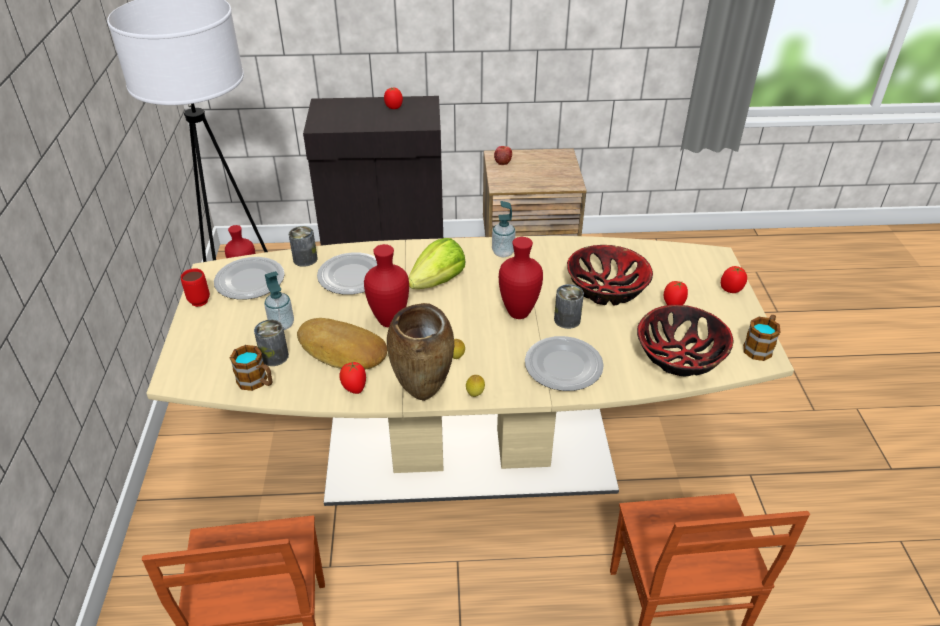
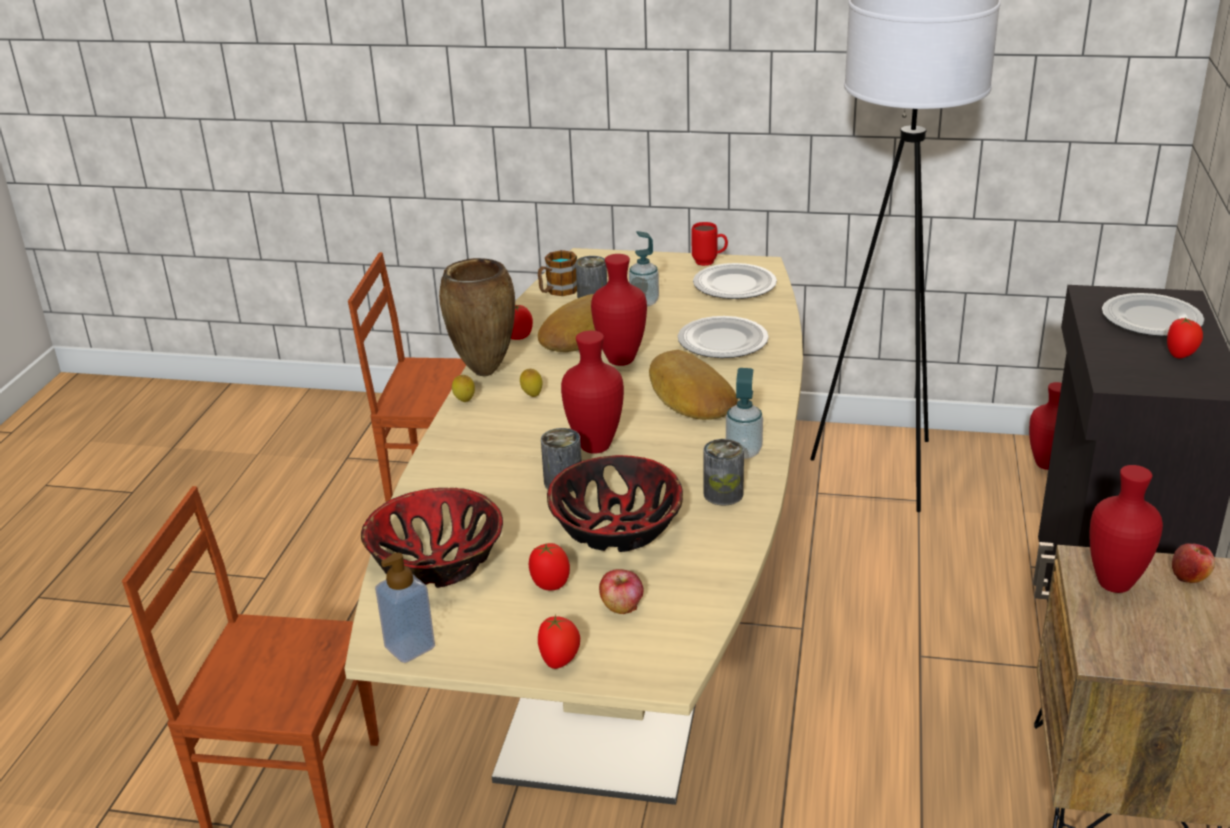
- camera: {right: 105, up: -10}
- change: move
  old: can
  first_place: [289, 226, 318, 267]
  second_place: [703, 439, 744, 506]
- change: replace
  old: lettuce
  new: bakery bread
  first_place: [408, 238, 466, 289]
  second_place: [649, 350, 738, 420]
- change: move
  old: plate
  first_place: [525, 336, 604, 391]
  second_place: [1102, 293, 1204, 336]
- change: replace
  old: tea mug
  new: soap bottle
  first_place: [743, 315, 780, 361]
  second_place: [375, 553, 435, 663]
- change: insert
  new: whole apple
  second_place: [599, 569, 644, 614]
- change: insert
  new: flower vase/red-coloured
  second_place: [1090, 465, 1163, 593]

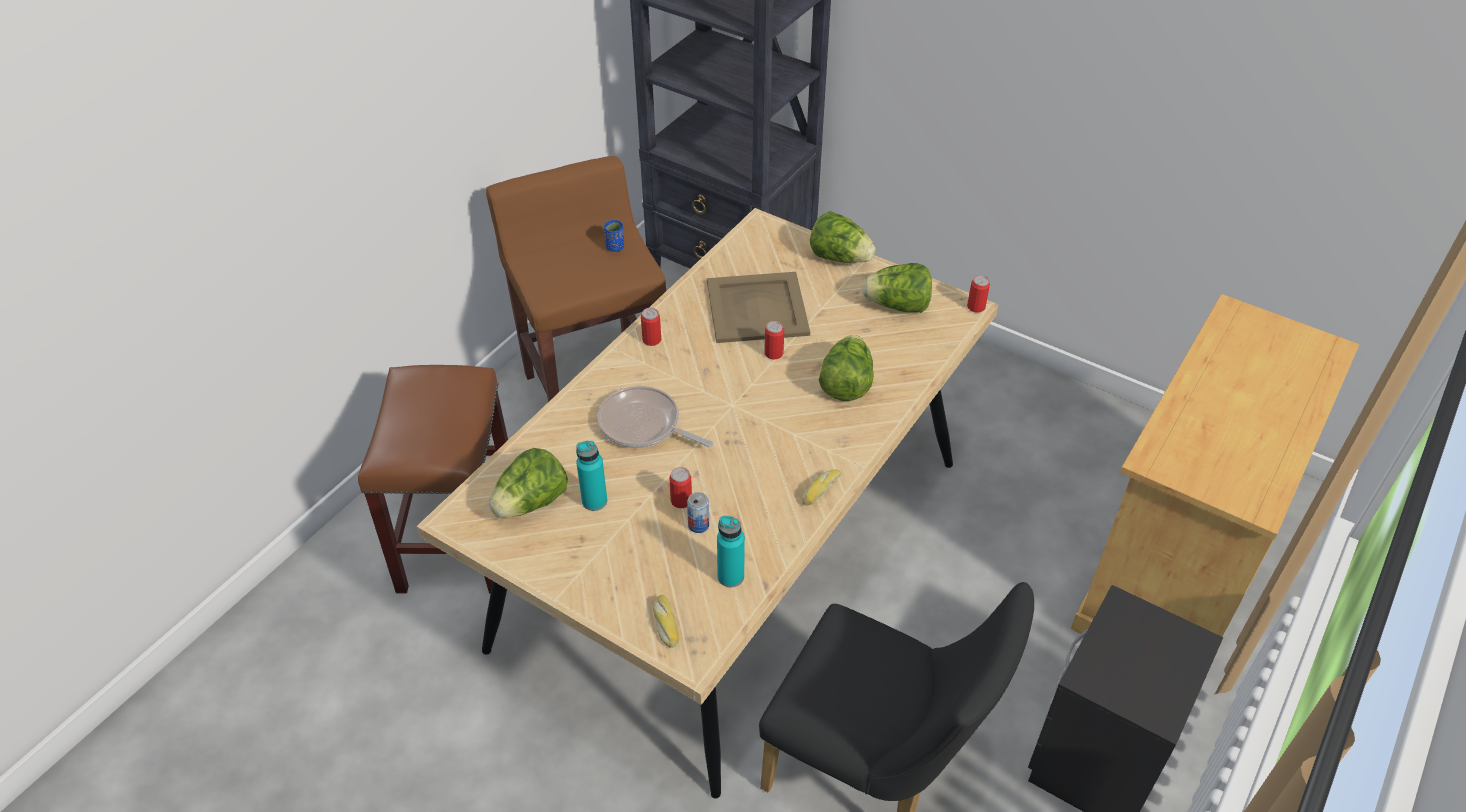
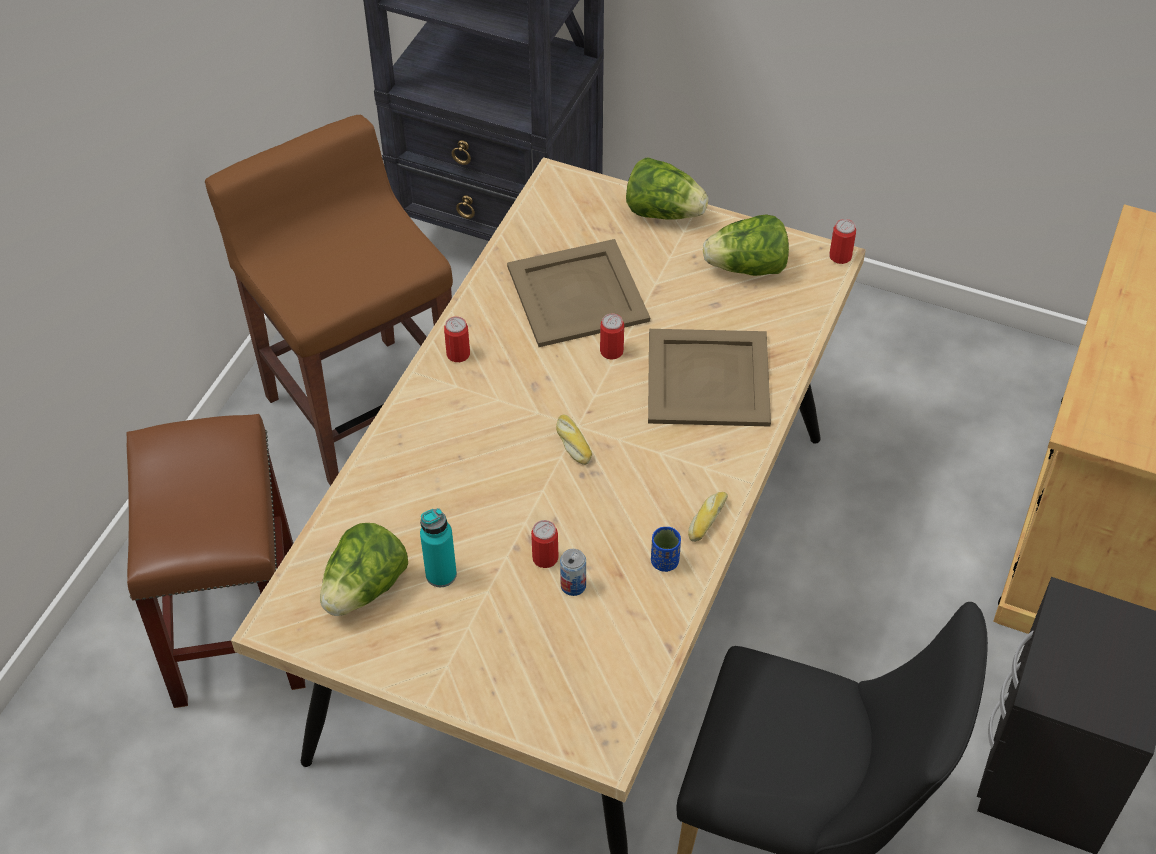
- camera: {right: -10, up: 5}
- change: delete
  old: skillet
  first_place: [598, 386, 713, 448]
- change: move
  old: drinking cup/bluish
  first_place: [604, 220, 624, 252]
  second_place: [651, 527, 681, 572]
- change: move
  old: bakery bread
  first_place: [653, 595, 680, 648]
  second_place: [556, 415, 592, 465]
- change: delete
  old: drink bottle/turquoise
  first_place: [717, 516, 745, 587]
- change: replace
  old: lettuce
  new: carrying tray/beige-coloured
  first_place: [819, 335, 874, 401]
  second_place: [648, 329, 771, 427]

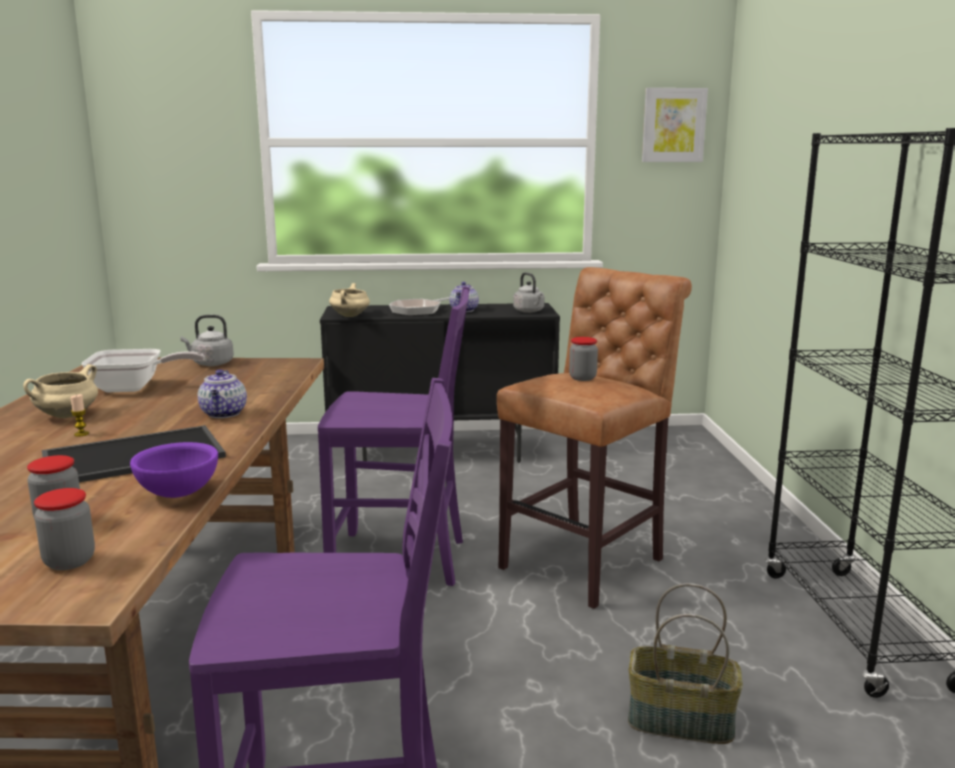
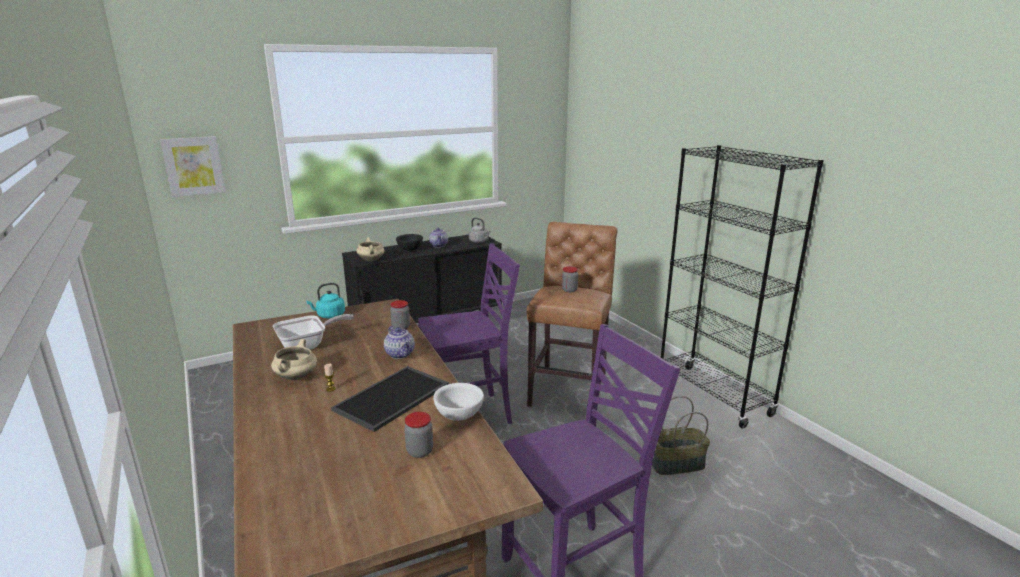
- camera: {right: -25, up: 5}
- change: move
  old: preserve jar
  first_place: [34, 488, 95, 570]
  second_place: [390, 300, 410, 329]
- change: recolor
  old: bowl/purple
  new: bowl/white-coloured
  first_place: [130, 442, 218, 498]
  second_place: [433, 383, 484, 421]
- change: recolor
  old: tea kettle/greyish
  new: tea kettle/turquoise
  first_place: [180, 315, 234, 366]
  second_place: [306, 283, 345, 318]
- change: replace
  old: skillet
  new: bowl/black
  first_place: [389, 297, 450, 316]
  second_place: [396, 234, 423, 251]
- change: move
  old: picture
  first_place: [642, 88, 708, 162]
  second_place: [160, 136, 226, 197]

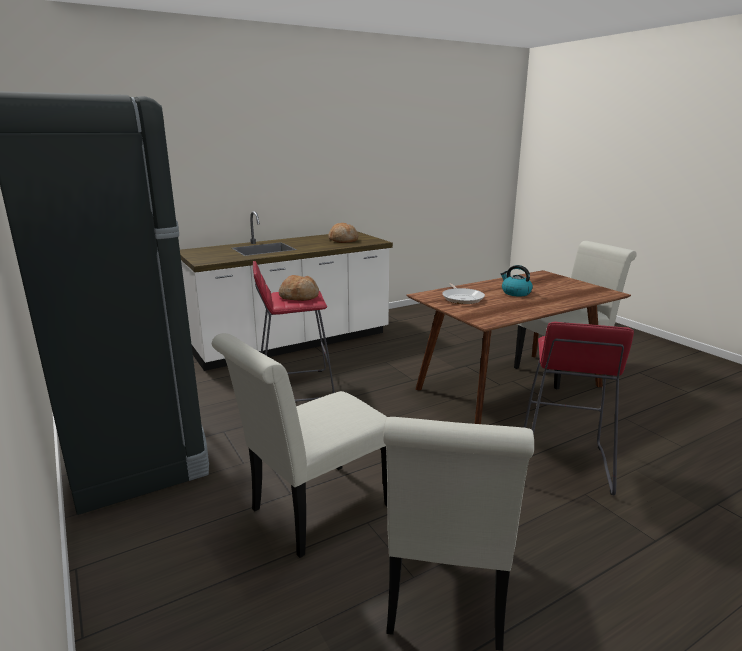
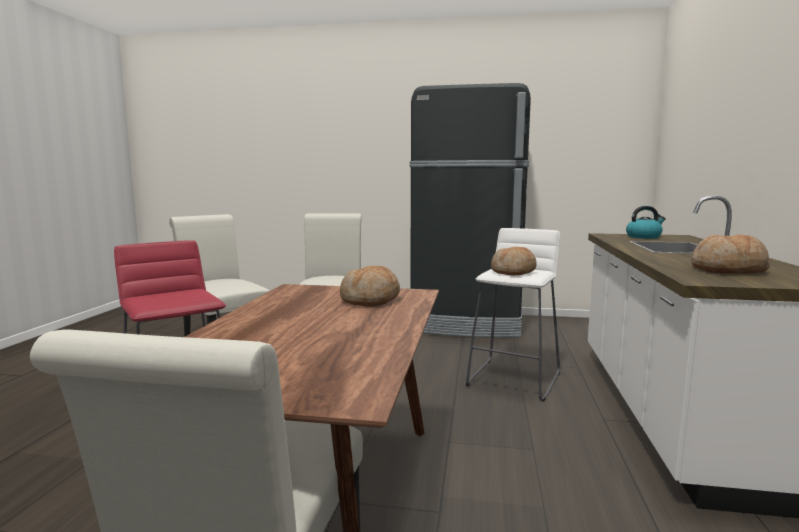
- camera: {right: 130, up: -10}
- change: recolor
  old: stool/red-coloured
  new: stool/white-coloured
  first_place: [253, 261, 335, 402]
  second_place: [466, 228, 560, 401]
- change: replace
  old: skillet
  new: bakery bread
  first_place: [442, 283, 485, 304]
  second_place: [340, 266, 400, 306]
- change: move
  old: tea kettle
  first_place: [501, 265, 533, 297]
  second_place: [626, 206, 666, 239]

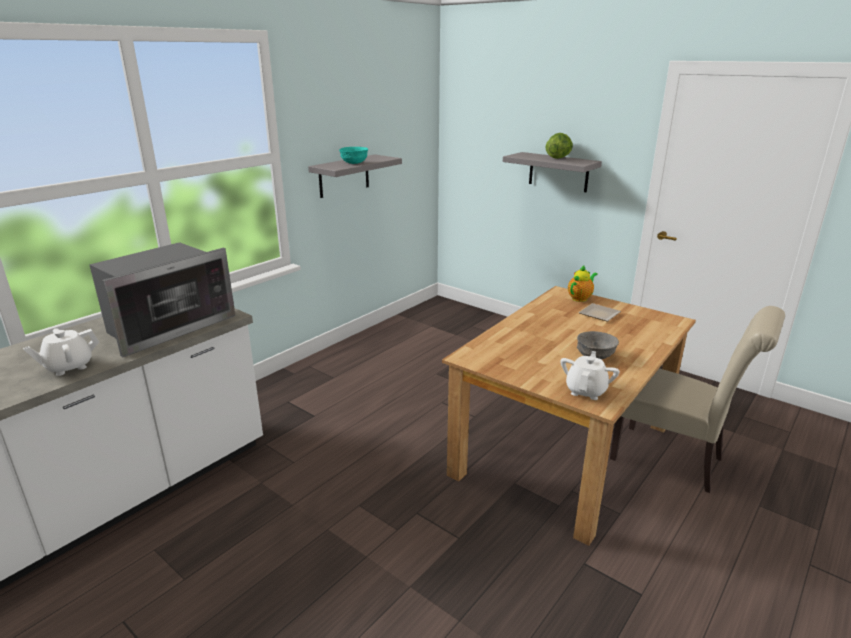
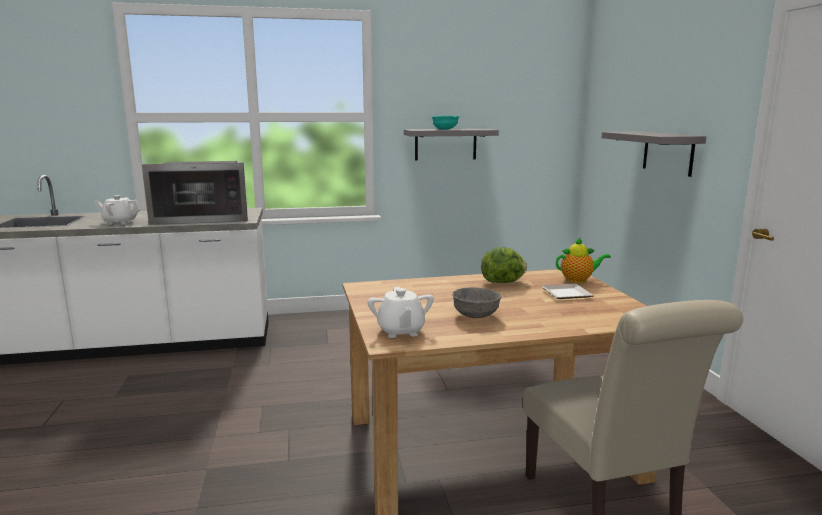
- camera: {right: 40, up: -10}
- change: move
  old: lettuce
  first_place: [545, 133, 573, 159]
  second_place: [481, 247, 527, 283]
- change: rotate
  old: pot for tea/white-coloured
  first_place: [560, 351, 620, 400]
  second_place: [367, 287, 434, 338]
  degrees: 105

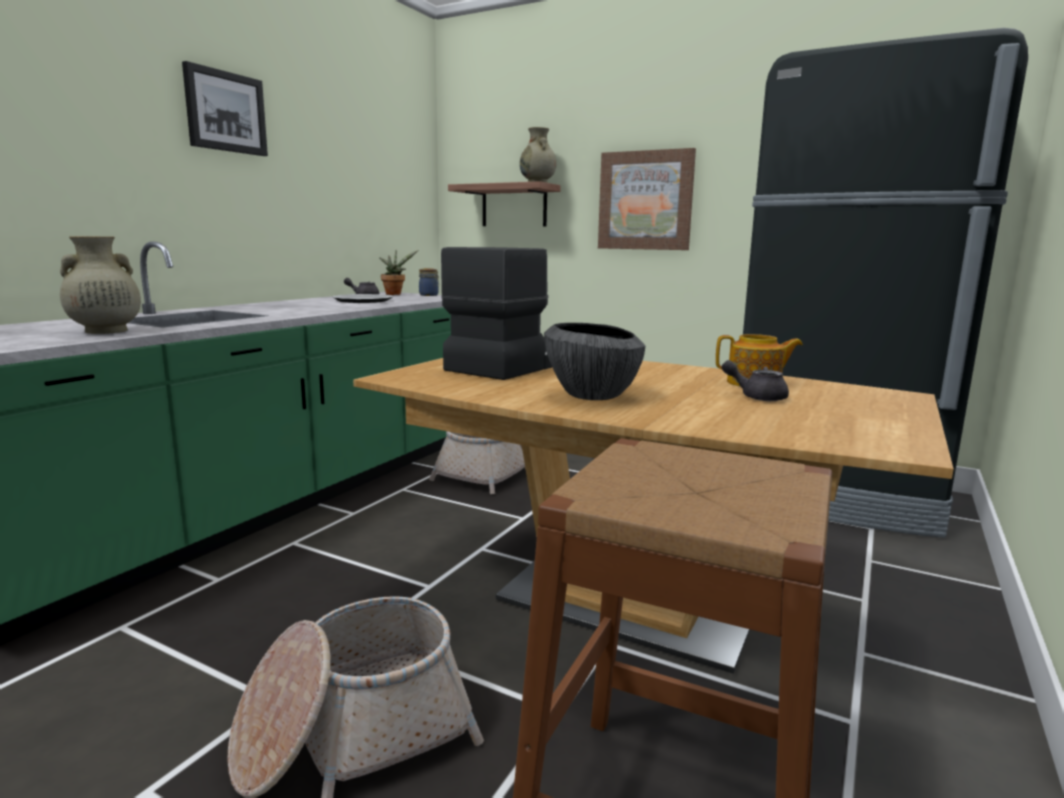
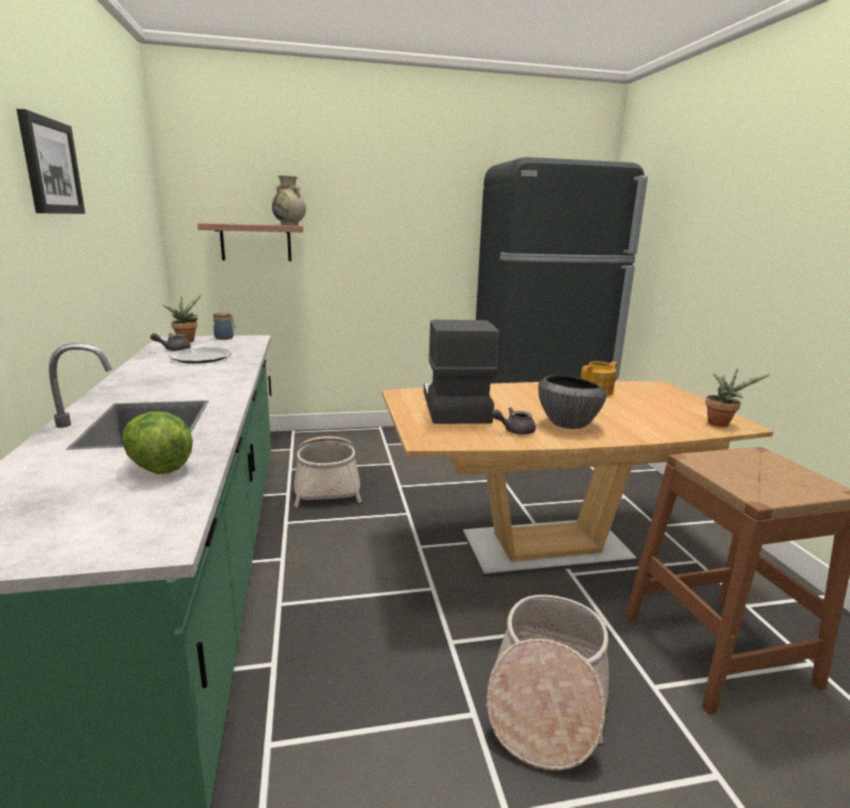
- camera: {right: -40, up: 5}
- change: replace
  old: flower vase/beige-coloured
  new: lettuce
  first_place: [60, 236, 141, 334]
  second_place: [123, 412, 193, 474]
- change: delete
  old: picture
  first_place: [598, 148, 696, 250]
- change: move
  old: pot for tea/greyish
  first_place: [722, 360, 789, 401]
  second_place: [492, 407, 536, 435]
- change: insert
  new: potted plant
  second_place: [705, 368, 771, 427]

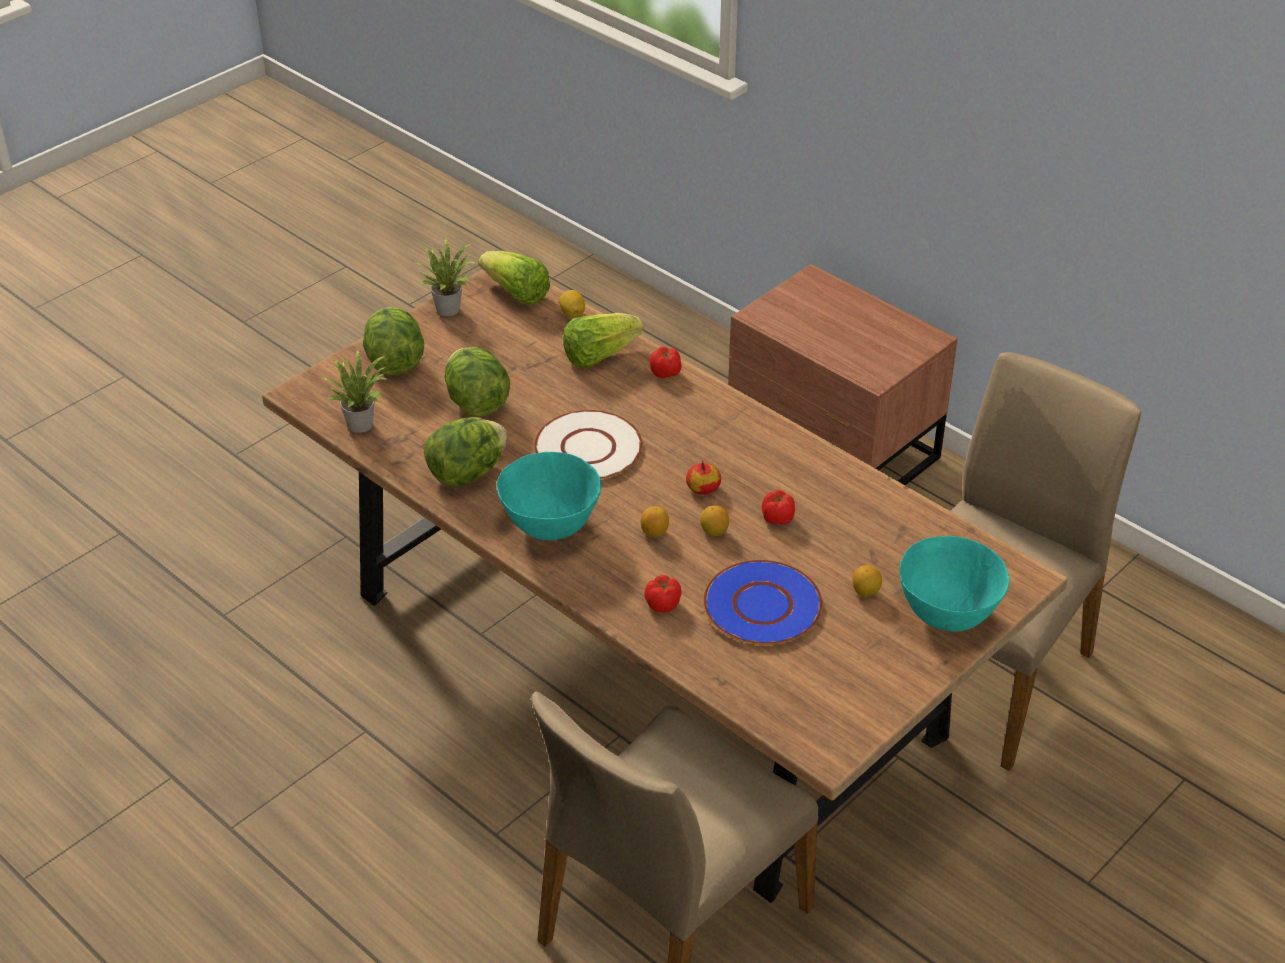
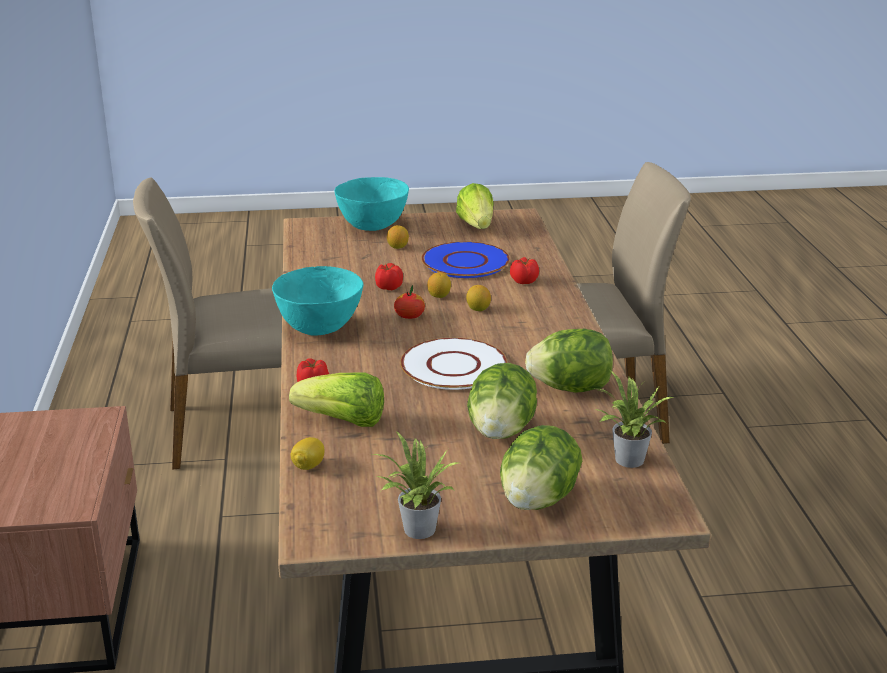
- camera: {right: -140, up: -15}
- change: move
  old: lettuce
  first_place: [478, 251, 550, 306]
  second_place: [456, 183, 494, 229]
- change: move
  old: bowl/turquoise
  first_place: [497, 452, 601, 540]
  second_place: [272, 266, 363, 336]

